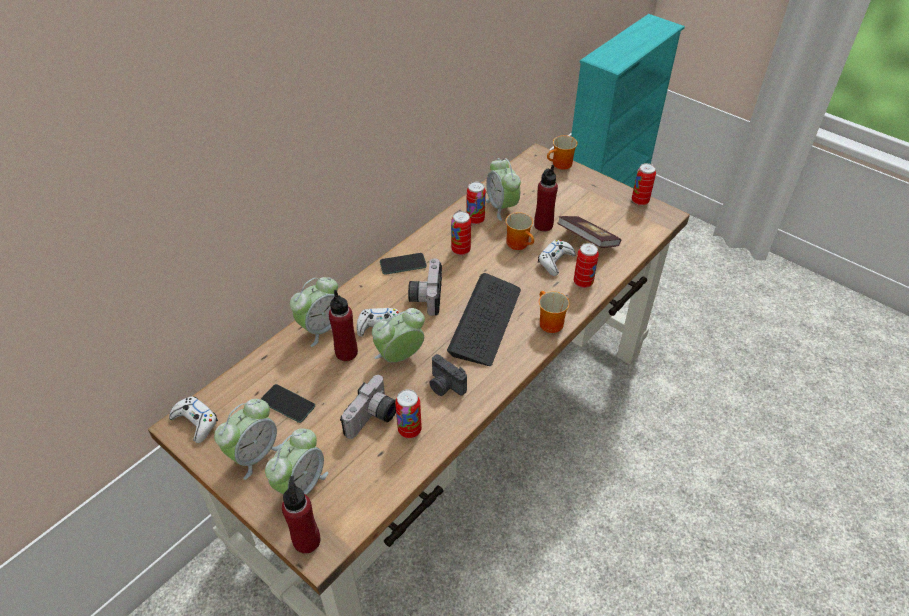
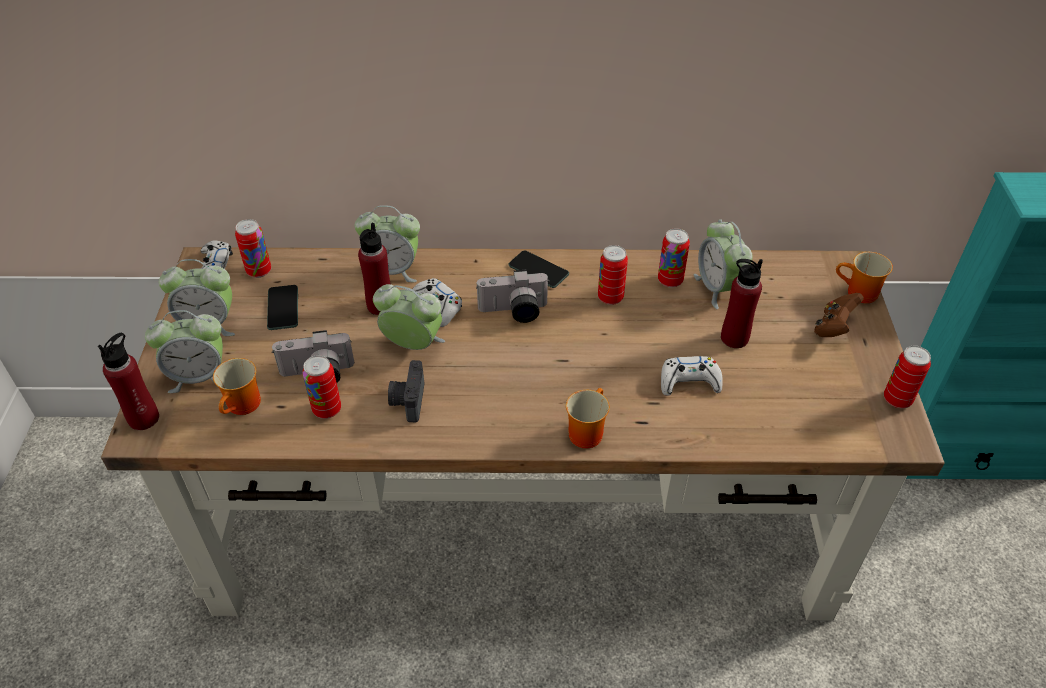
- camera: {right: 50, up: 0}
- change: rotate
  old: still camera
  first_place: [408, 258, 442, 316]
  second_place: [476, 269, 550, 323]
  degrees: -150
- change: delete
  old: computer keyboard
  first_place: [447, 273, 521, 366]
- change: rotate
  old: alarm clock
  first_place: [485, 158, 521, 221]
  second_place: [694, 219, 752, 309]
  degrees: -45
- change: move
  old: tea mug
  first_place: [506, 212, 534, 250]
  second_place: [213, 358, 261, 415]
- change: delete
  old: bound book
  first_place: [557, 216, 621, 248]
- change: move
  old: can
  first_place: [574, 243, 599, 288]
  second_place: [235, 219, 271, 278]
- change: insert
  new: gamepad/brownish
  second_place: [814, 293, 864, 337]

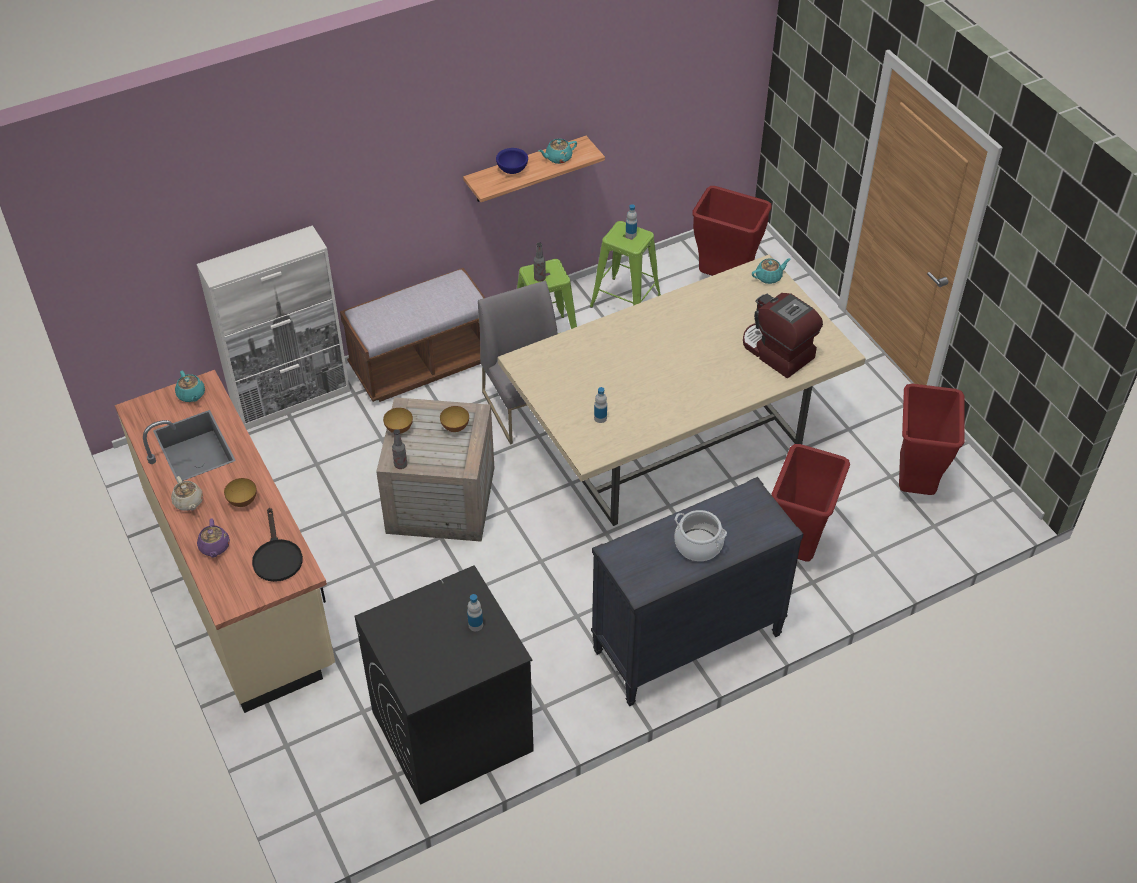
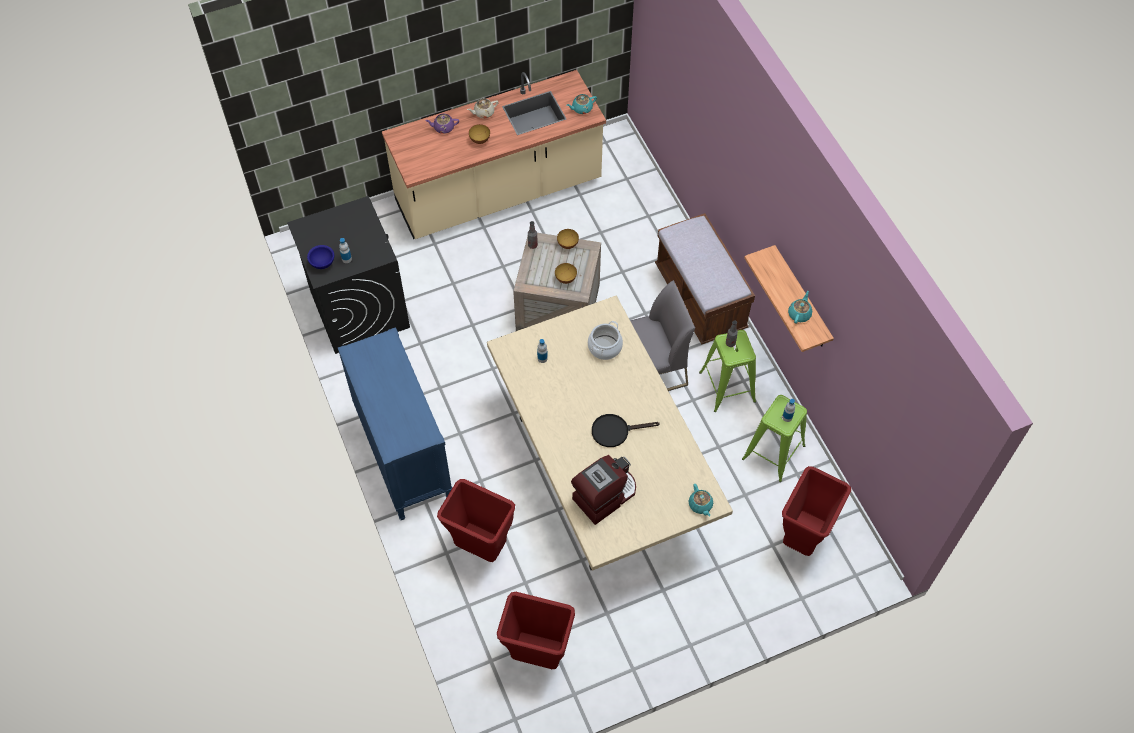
- camera: {right: 95, up: 10}
- change: delete
  old: cabinet/white-coloured
  first_place: [197, 225, 350, 430]
- change: move
  old: skillet/black
  first_place: [252, 508, 303, 582]
  second_place: [592, 414, 660, 447]
- change: move
  old: bowl/bluish
  first_place: [496, 148, 528, 174]
  second_place: [307, 245, 334, 269]
- change: rotate
  old: pot for tea/turquoise
  first_place: [538, 139, 577, 164]
  second_place: [788, 291, 812, 324]
  degrees: 45
- change: recolor
  old: drawer chest/black
  new: drawer chest/bluish
  first_place: [591, 477, 803, 706]
  second_place: [338, 327, 452, 520]
- change: move
  old: stockpot
  first_place: [674, 510, 727, 561]
  second_place: [588, 321, 623, 360]

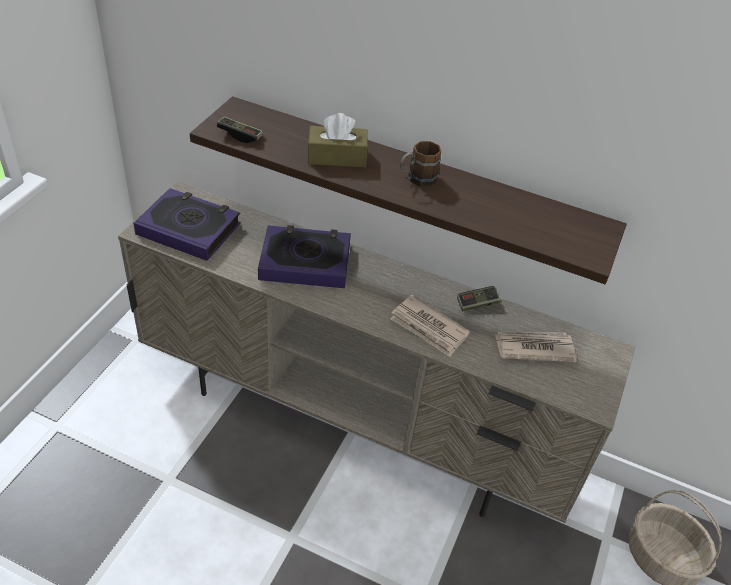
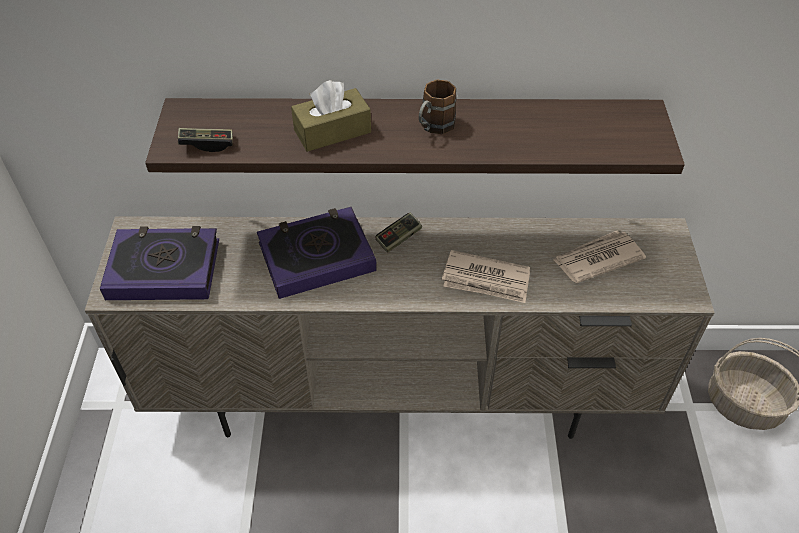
- camera: {right: -20, up: 5}
- change: move
  old: gamepad
  first_place: [457, 286, 501, 312]
  second_place: [375, 213, 422, 253]

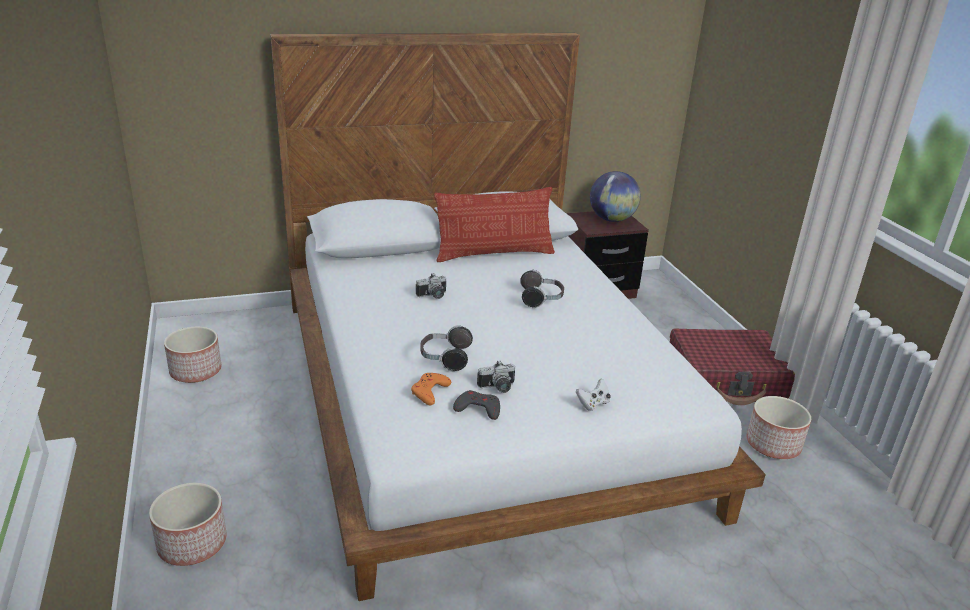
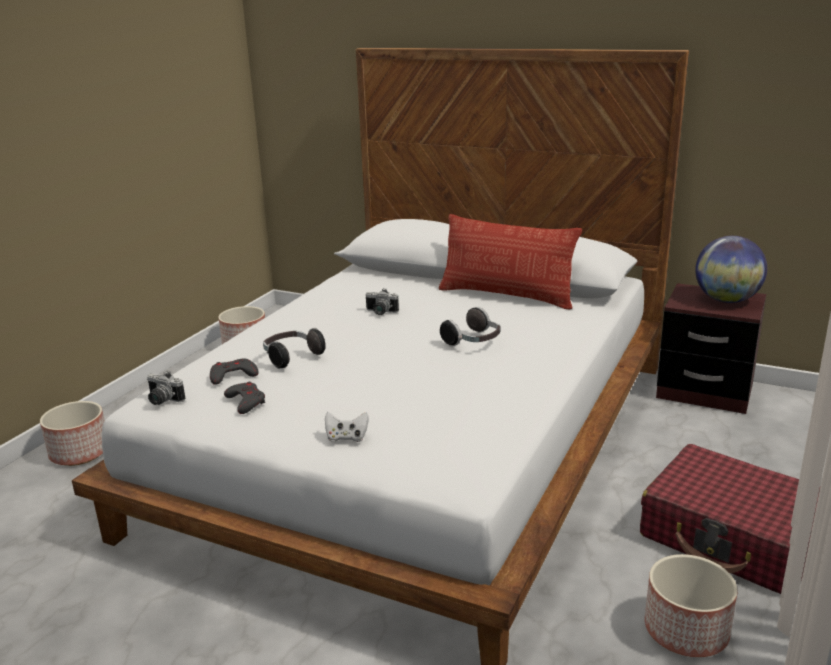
- camera: {right: 45, up: -5}
- change: recolor
  old: gamepad/orangey
  new: gamepad/greyish
  first_place: [411, 373, 451, 405]
  second_place: [210, 358, 259, 385]
- change: move
  old: still camera
  first_place: [477, 361, 515, 393]
  second_place: [147, 371, 186, 405]

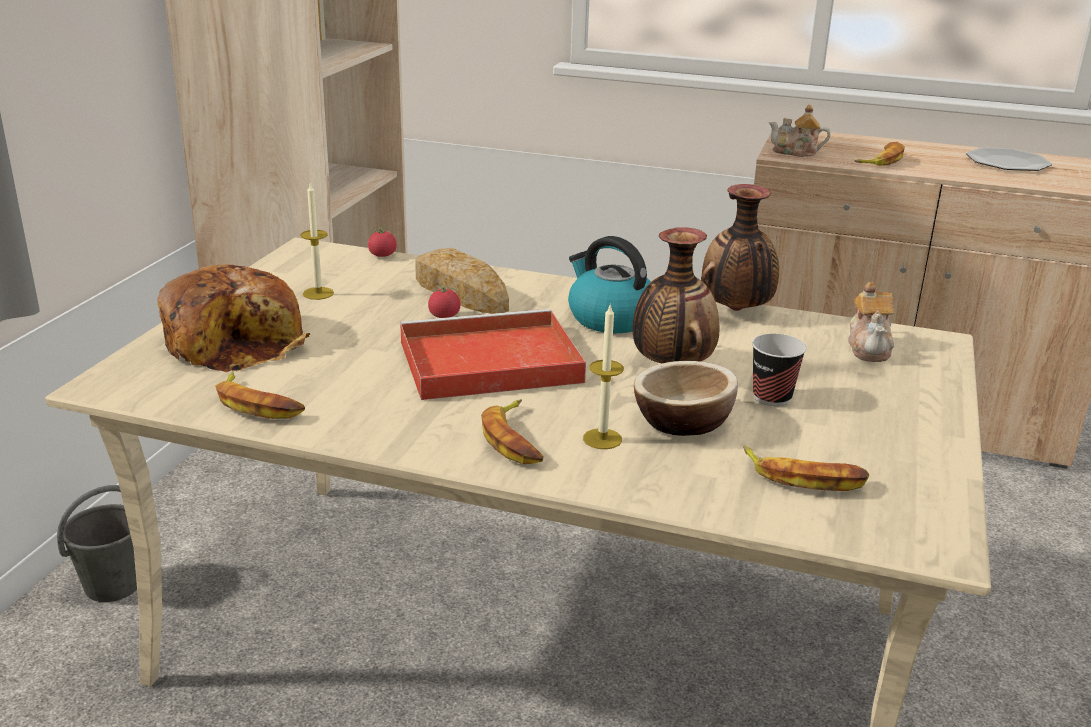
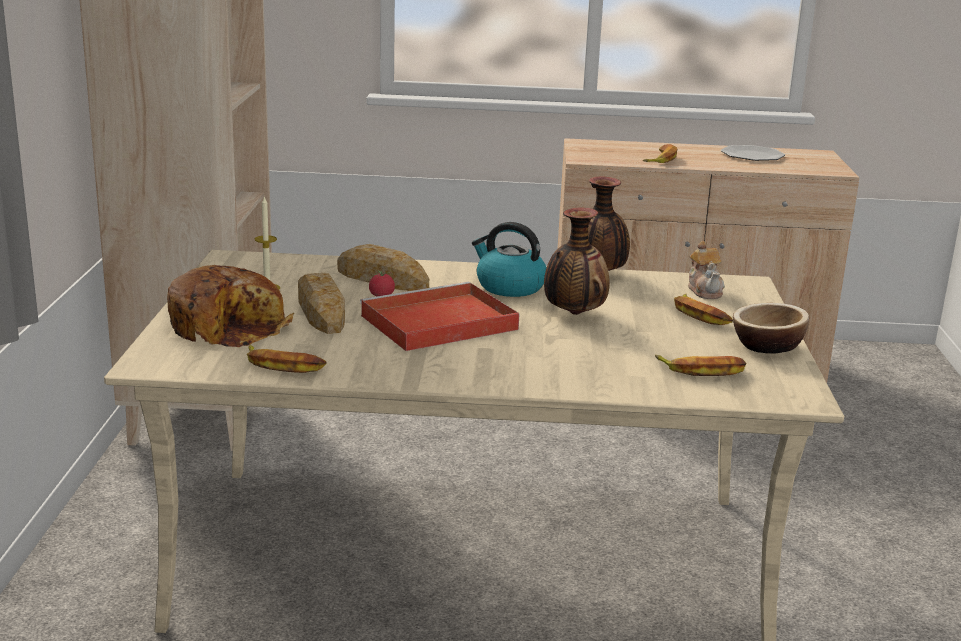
- camera: {right: -15, up: -5}
- change: delete
  old: water bucket/greyish
  first_place: [57, 485, 137, 602]
- change: delete
  old: fresh tomato
  first_place: [368, 227, 397, 257]
- change: move
  old: banana fruit
  first_place: [481, 399, 543, 464]
  second_place: [674, 294, 733, 325]
- change: delete
  old: wax light
  first_place: [583, 305, 624, 449]
- change: move
  old: bowl
  first_place: [634, 361, 738, 436]
  second_place: [733, 303, 809, 354]
- change: delete
  old: drinking cup
  first_place: [752, 334, 807, 406]
- change: delete
  old: pot for tea
  first_place: [769, 105, 831, 157]
- change: insert
  new: bakery bread
  second_place: [298, 273, 345, 334]

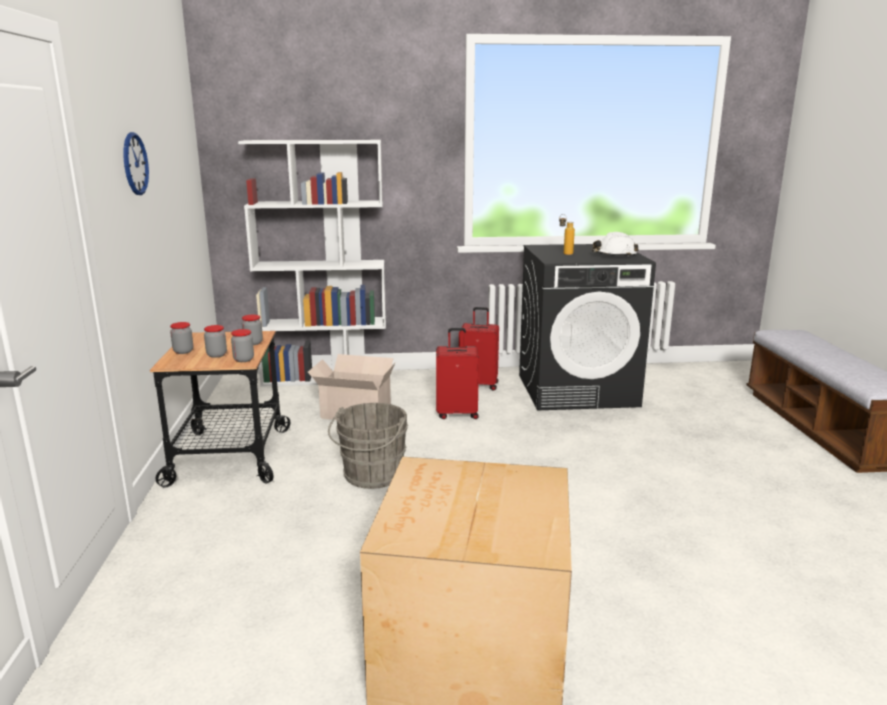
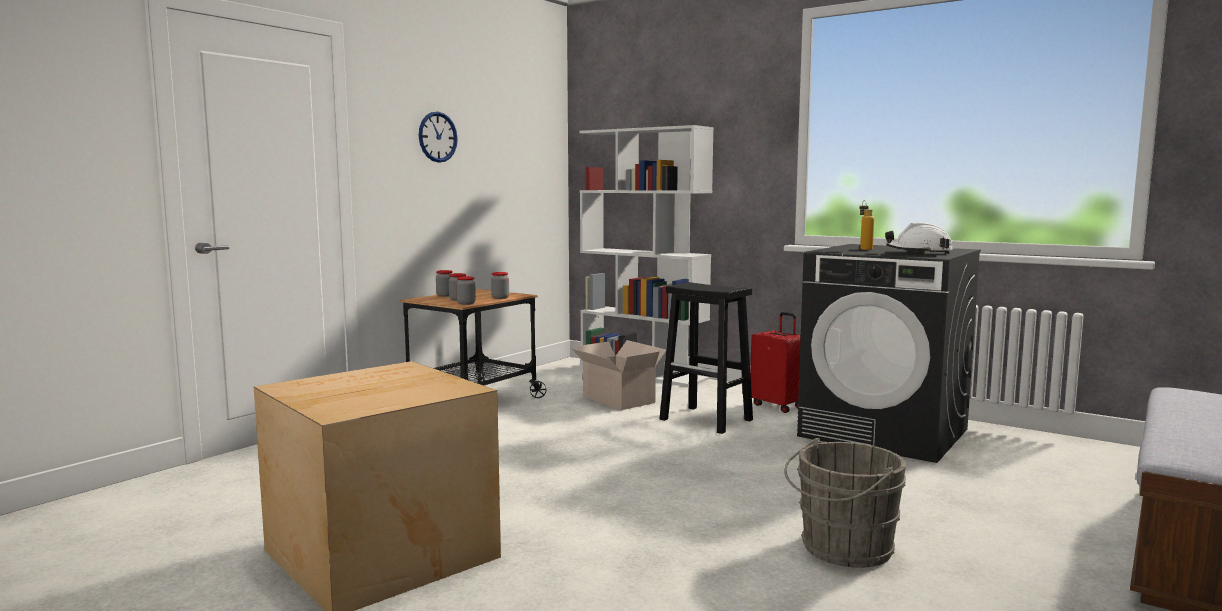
- camera: {right: 40, up: -10}
- change: move
  old: water bucket/greyish
  first_place: [328, 403, 408, 489]
  second_place: [784, 438, 906, 568]
- change: replace
  old: piece of luggage/red-coloured
  new: stool/black
  first_place: [436, 328, 479, 419]
  second_place: [660, 282, 753, 434]

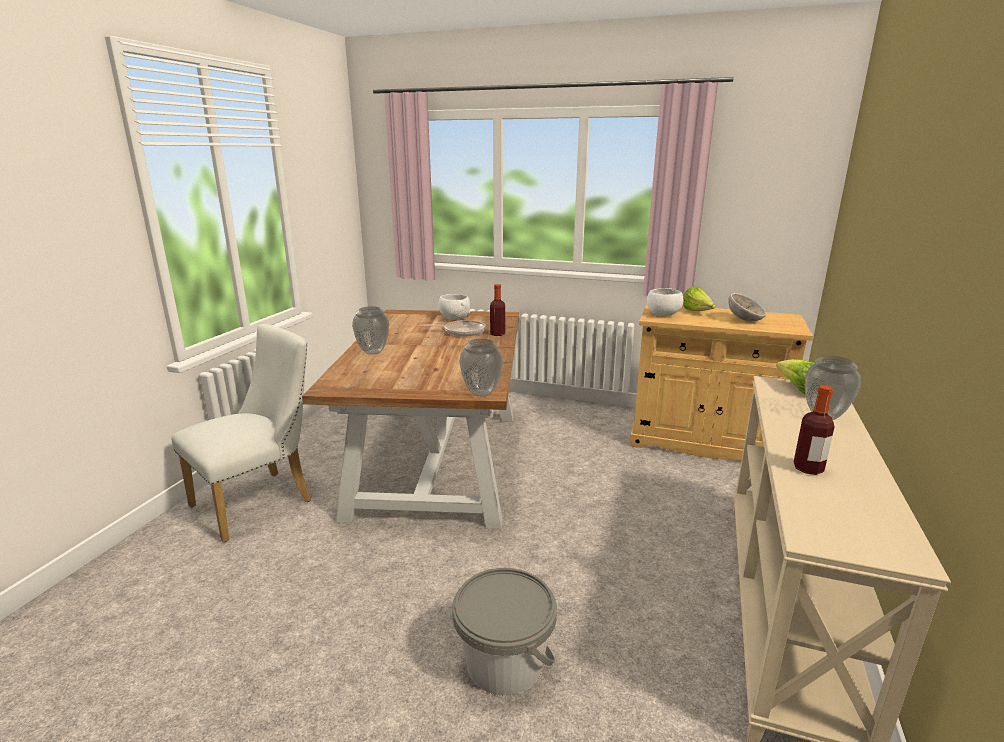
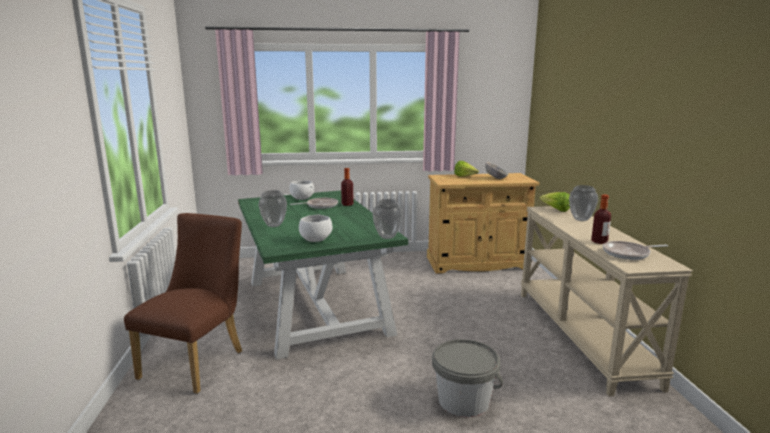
- camera: {right: -25, up: -5}
- change: recolor
  old: plain chair/white-coloured
  new: plain chair/brownish
  first_place: [171, 324, 311, 542]
  second_place: [124, 213, 242, 394]
- change: recolor
  old: dining table/brownish
  new: dining table/green-coloured
  first_place: [302, 310, 519, 529]
  second_place: [238, 190, 408, 360]
- change: move
  old: bowl/white-coloured
  first_place: [647, 288, 683, 316]
  second_place: [299, 215, 332, 242]
- change: insert
  new: skillet
  second_place: [603, 241, 668, 260]

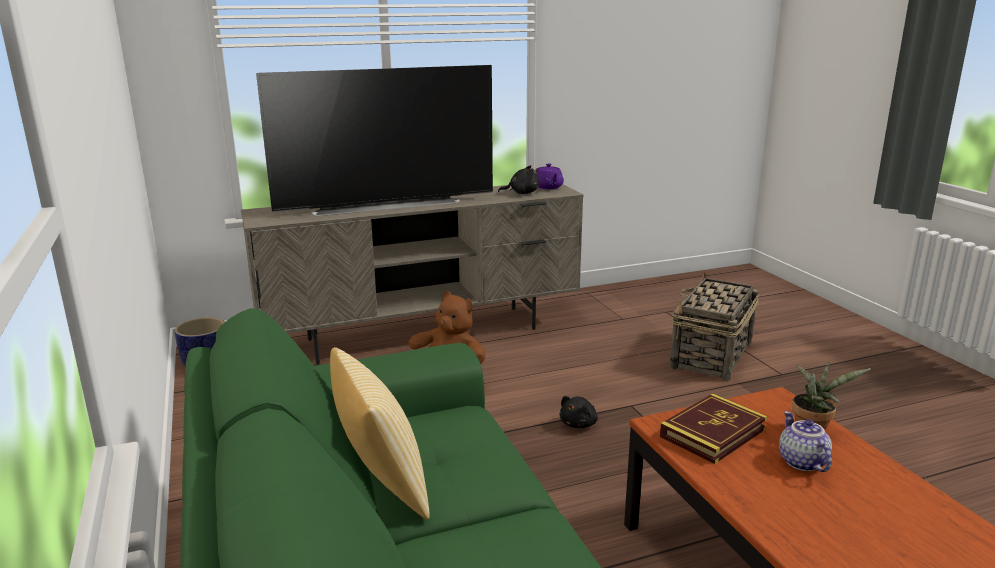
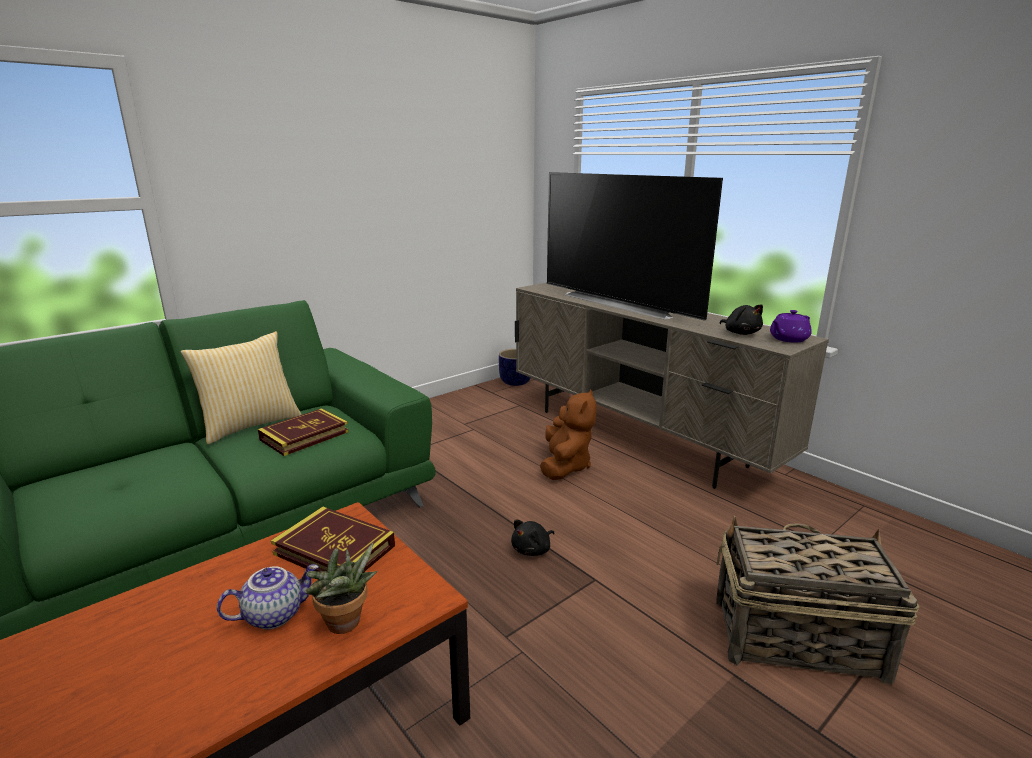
- camera: {right: 70, up: 0}
- change: rotate
  old: soft toy/black
  first_place: [559, 396, 598, 428]
  second_place: [511, 520, 555, 556]
  degrees: -60
- change: insert
  new: bound book
  second_place: [258, 408, 349, 456]

